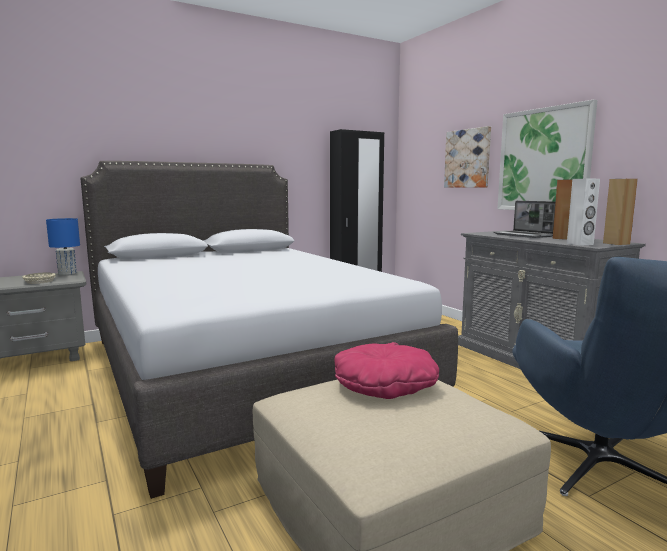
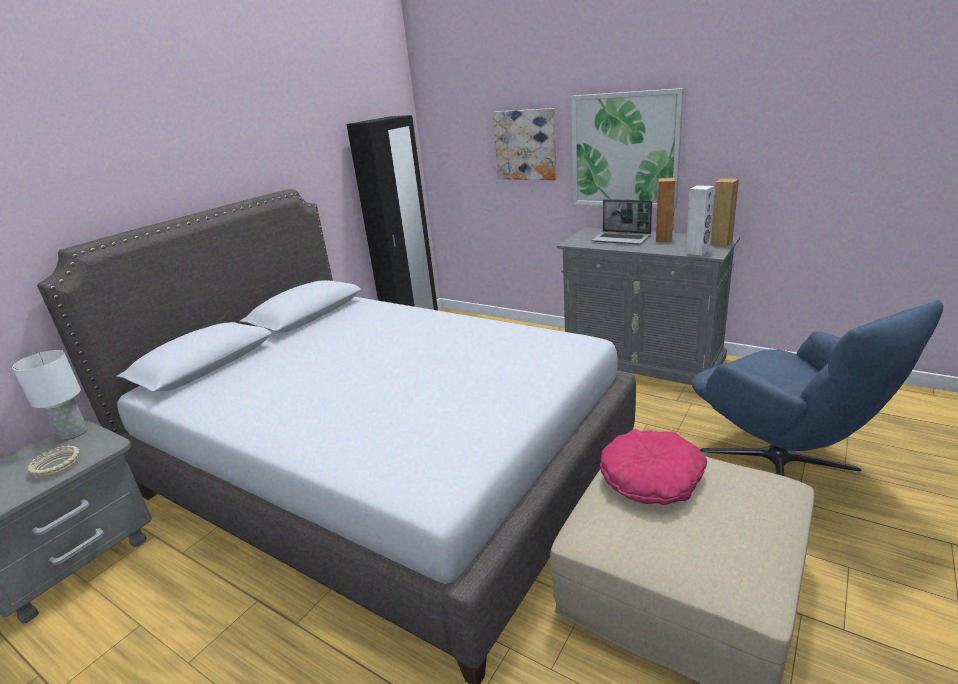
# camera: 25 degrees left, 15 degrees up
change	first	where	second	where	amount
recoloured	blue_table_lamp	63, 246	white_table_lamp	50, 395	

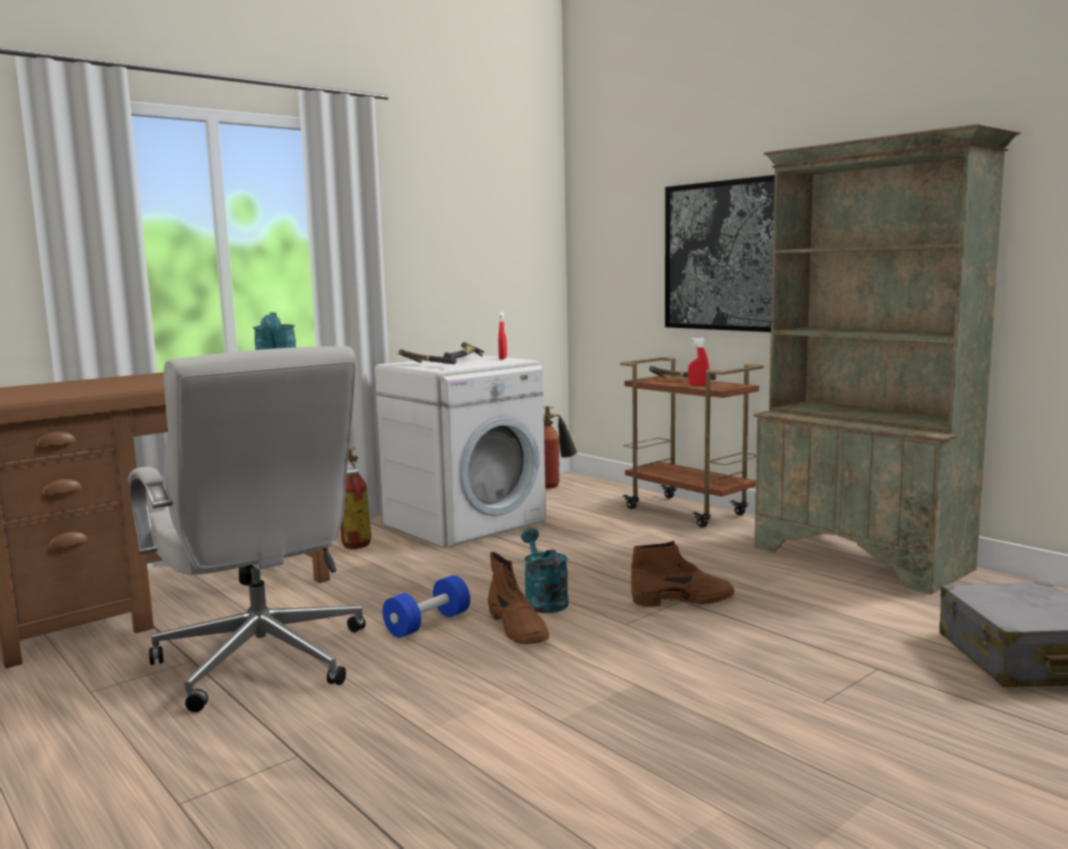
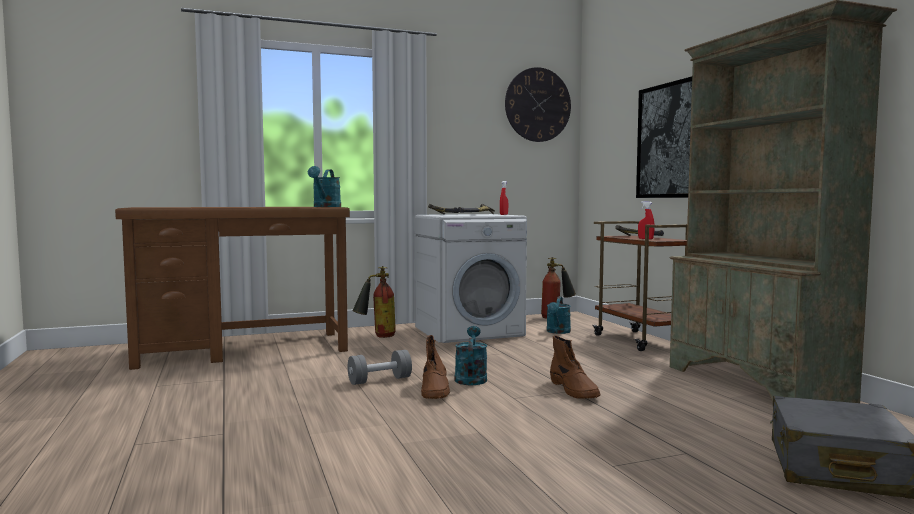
# camera: 20 degrees right, 5 degrees down
change	first	where	second	where	amount
removed	grey_office_chair	247, 529			
recoloured	blue_dumbbell	426, 606	grey_dumbbell	380, 367	
turned	brown_boot	682, 573		575, 367	60 degrees clockwise
added			wall_clock	538, 104	
added			turquoise_watering_can	559, 315	

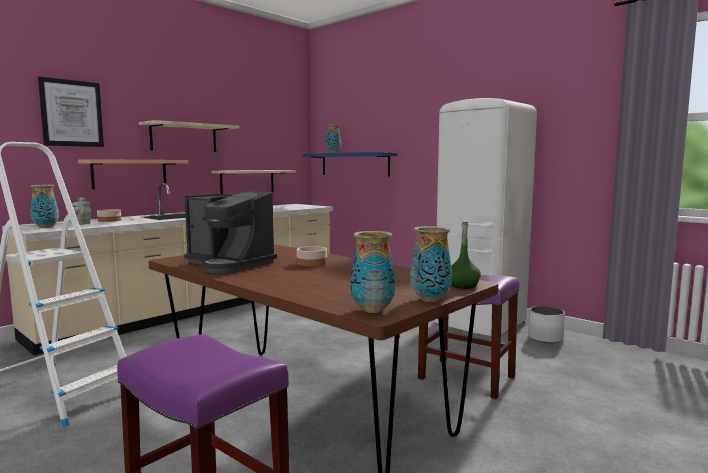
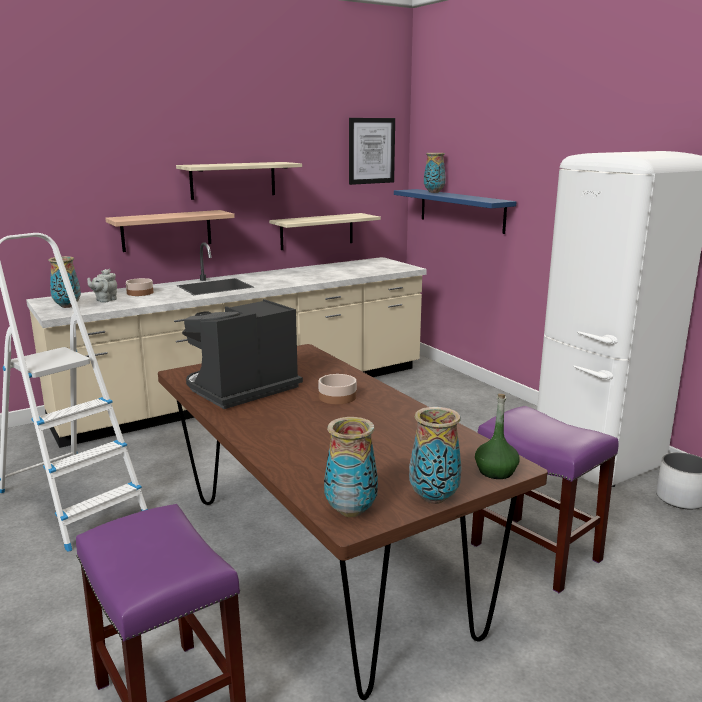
# camera: 15 degrees right, 10 degrees up
change	first	where	second	where	amount
moved	picture	71, 111		372, 151	
turned	coffee_machine	230, 232		242, 354	90 degrees clockwise

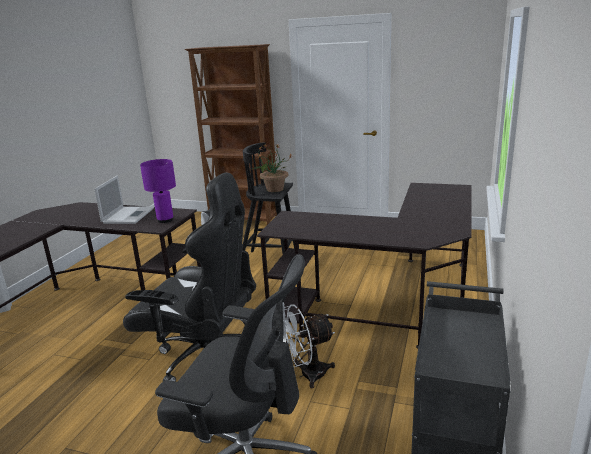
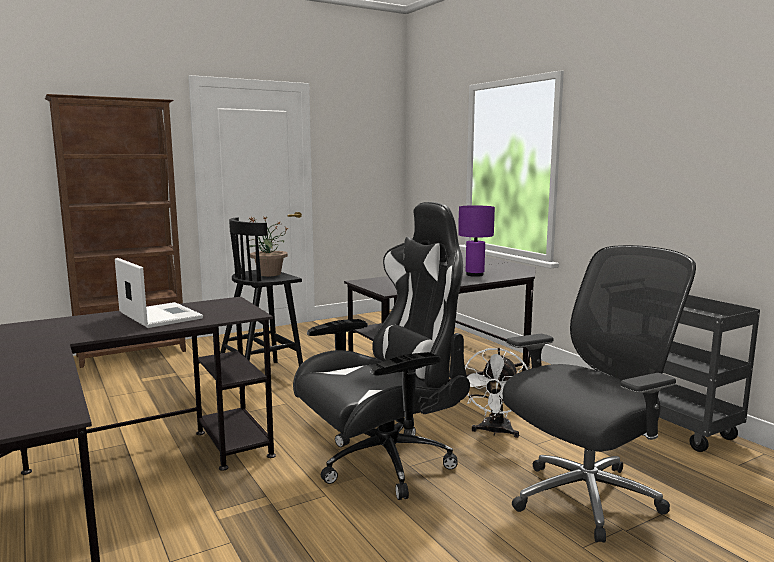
# camera: 50 degrees left, 10 degrees down
change	first	where	second	where	amount
moved	purple_table_lamp	158, 191		476, 241	

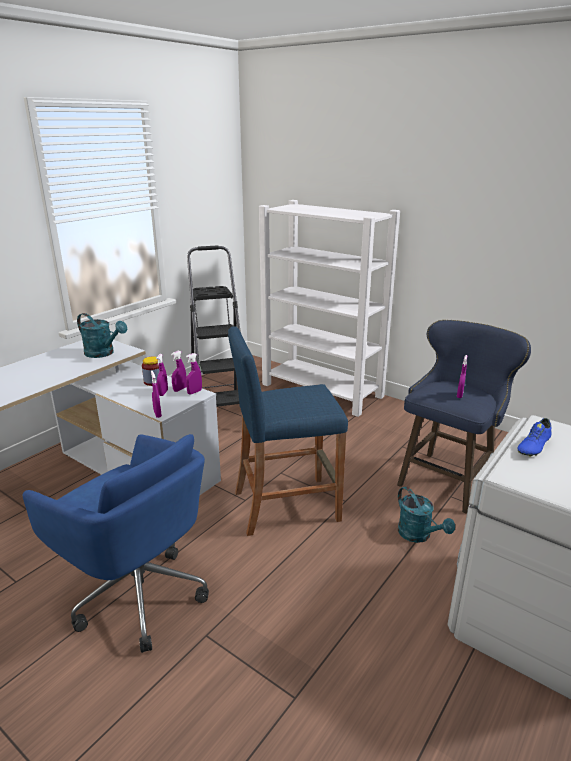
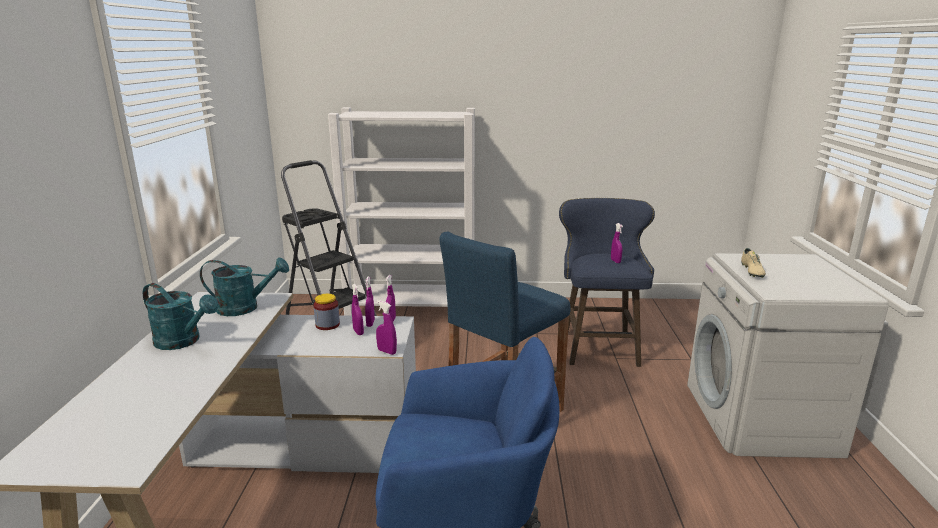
# camera: 35 degrees left, 5 degrees down
change	first	where	second	where	amount
moved	turquoise_watering_can	426, 515		180, 316	
recoloured	blue_shoe	534, 437	beige_shoe	753, 263	

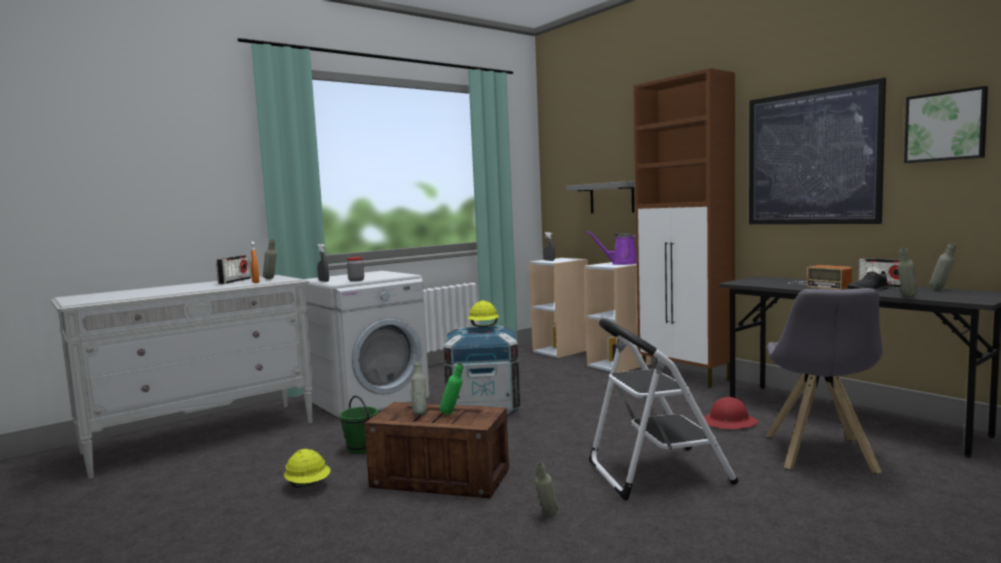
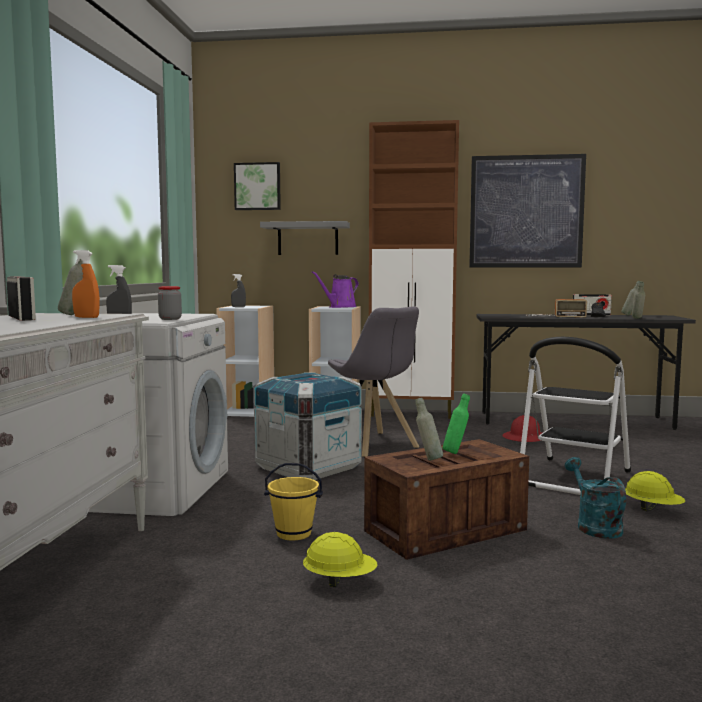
# camera: 45 degrees left, 0 degrees up
change	first	where	second	where	amount
recoloured	green_bucket	358, 424	yellow_bucket	293, 501	
moved	yellow_hard_hat	483, 314		655, 491	
replaced	grey_bottle	546, 488	turquoise_watering_can	595, 498	
moved	grey_chair	824, 381		373, 382	
moved	picture	946, 124		257, 186	

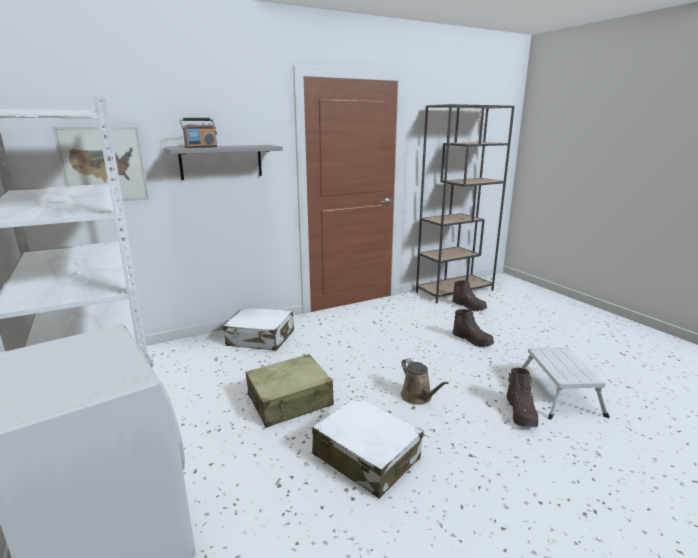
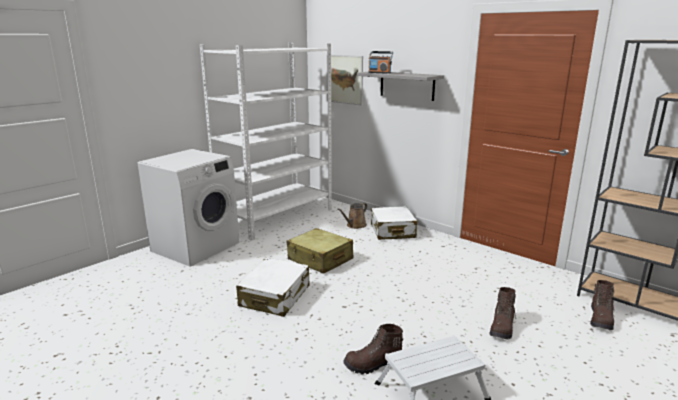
# camera: 70 degrees right, 0 degrees up
change	first	where	second	where	amount
moved	brown_watering_can	425, 381		352, 216	

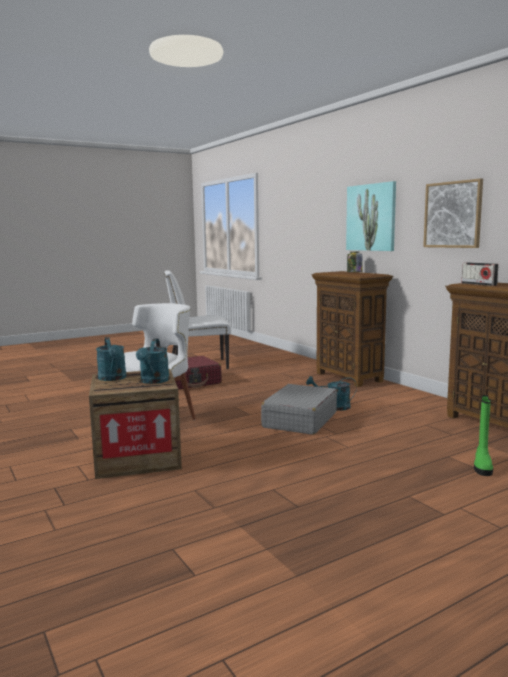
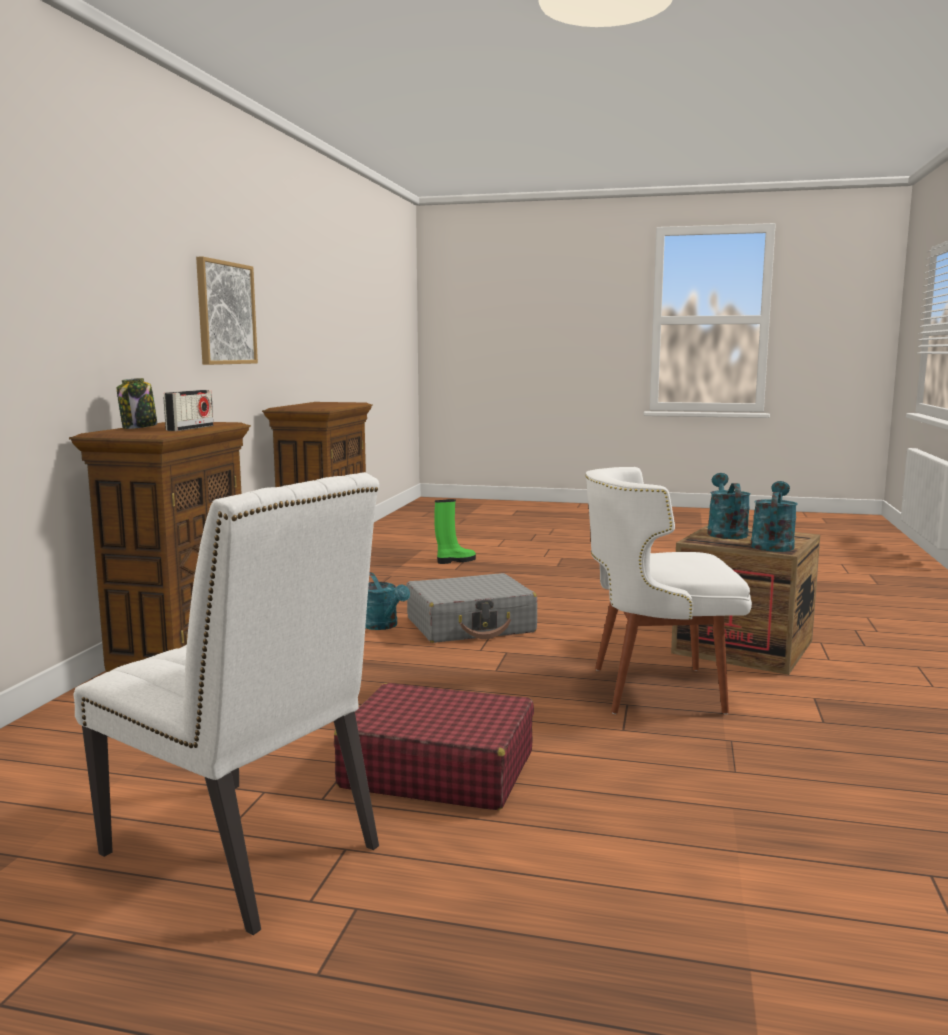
# camera: 135 degrees left, 0 degrees up
change	first	where	second	where	amount
turned	turquoise_watering_can	153, 361		728, 506	45 degrees counterclockwise
removed	picture	371, 216			
moved	radio	480, 274		188, 410	

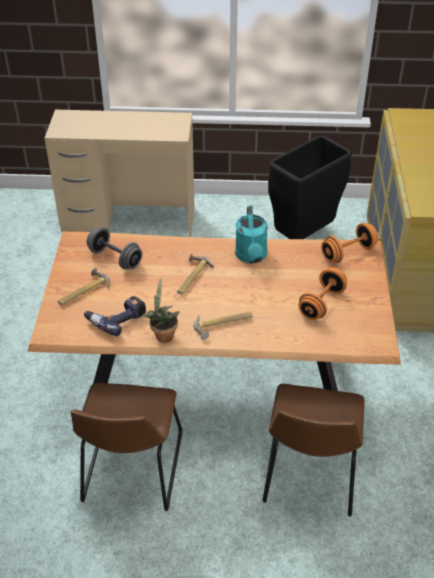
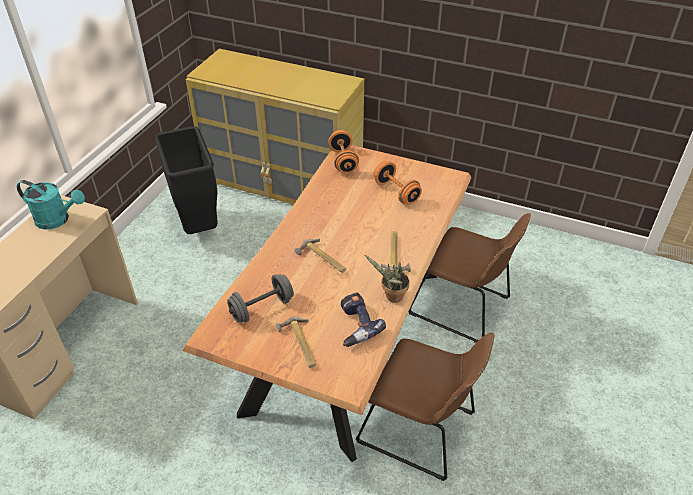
# camera: 70 degrees left, 0 degrees up
change	first	where	second	where	amount
moved	turquoise_watering_can	251, 234		51, 204	

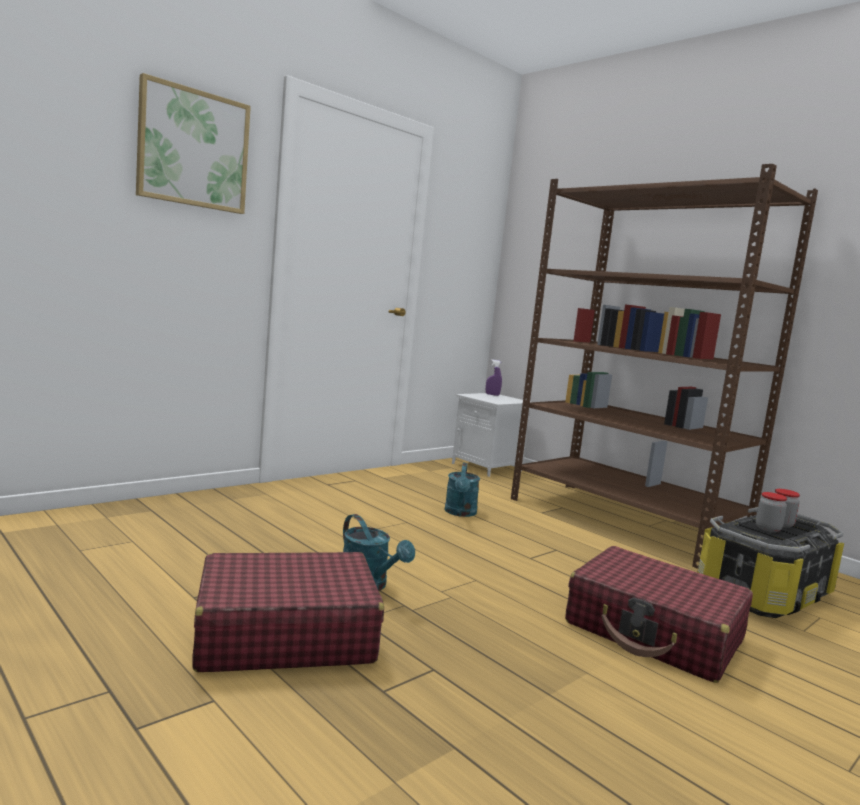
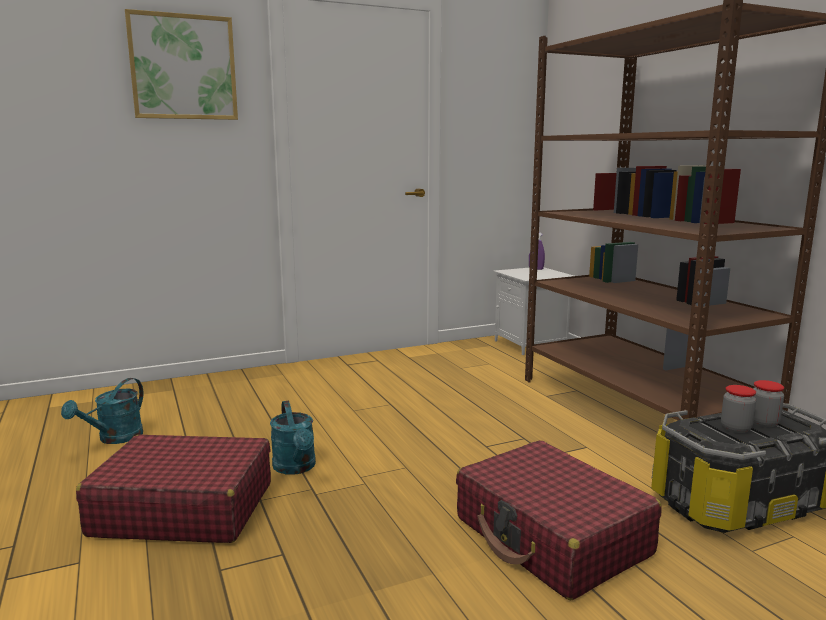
# camera: 20 degrees right, 5 degrees up
change	first	where	second	where	amount
moved	turquoise_watering_can	462, 490		102, 411	

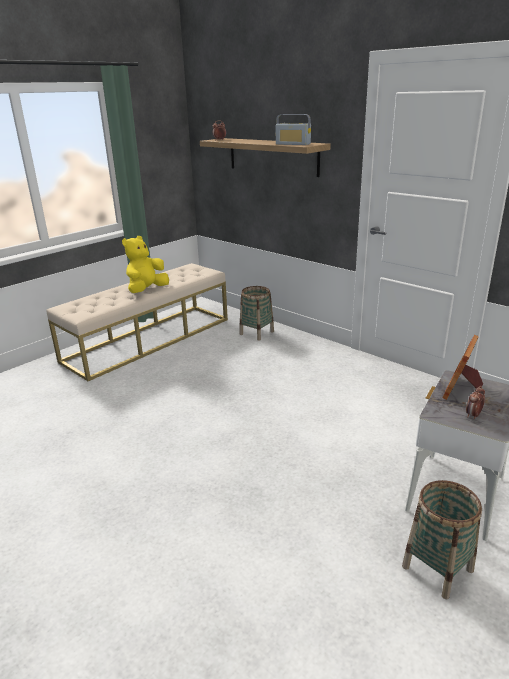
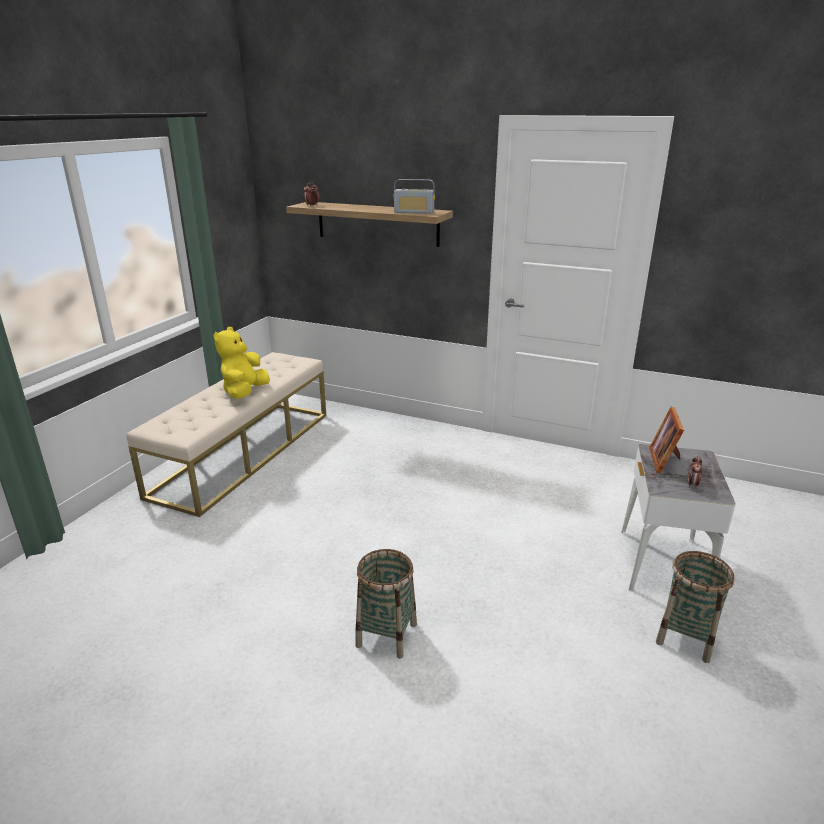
# camera: 20 degrees left, 0 degrees up
change	first	where	second	where	amount
moved	basket	256, 313		386, 604	

